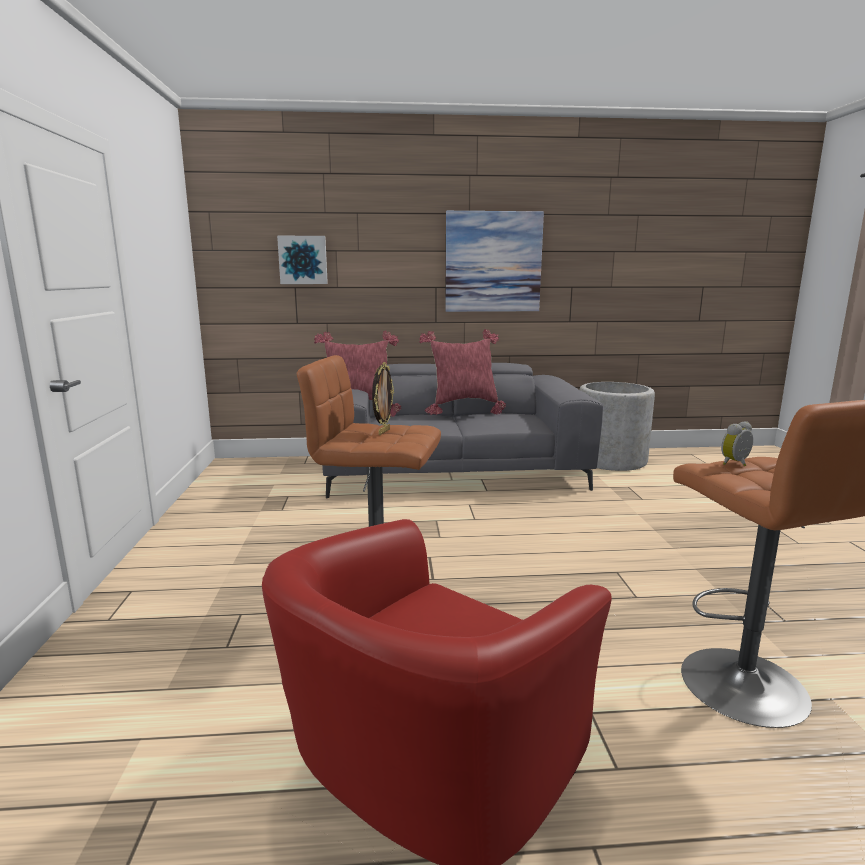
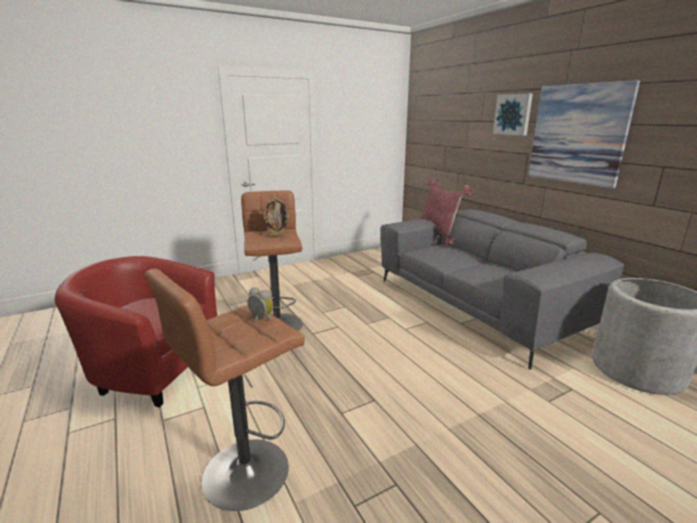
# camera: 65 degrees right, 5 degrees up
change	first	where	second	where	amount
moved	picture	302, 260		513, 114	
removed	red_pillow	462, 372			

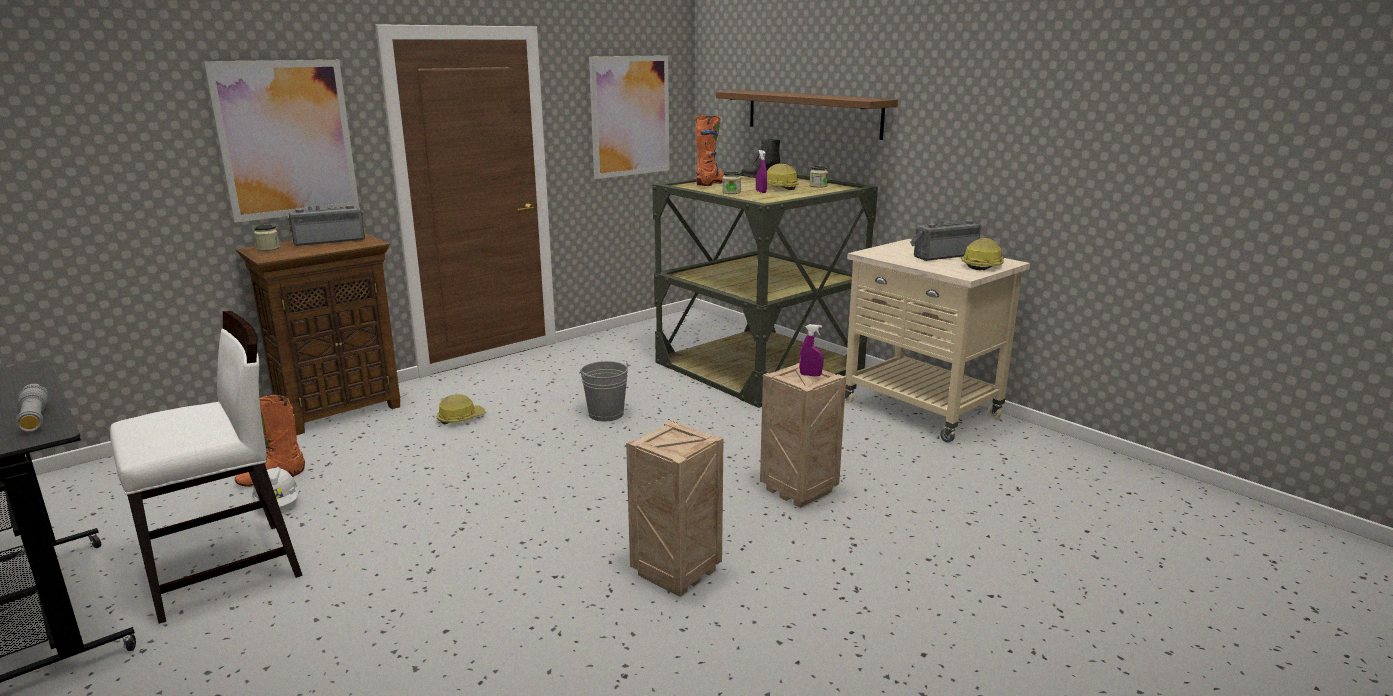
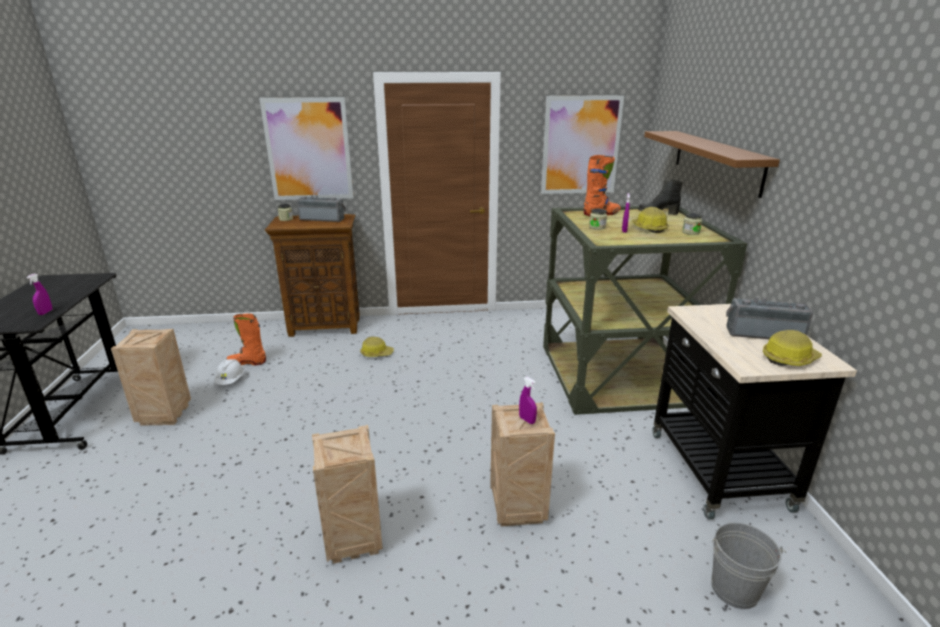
# camera: 35 degrees right, 5 degrees up
change	first	where	second	where	amount
replaced	grey_flashlight	32, 408	purple_spray_bottle	39, 294	
replaced	white_chair	206, 467	crate	151, 377	
moved	grey_bucket	605, 391		749, 565	
recoloured	beige_cart	937, 340	black_cart	754, 411	

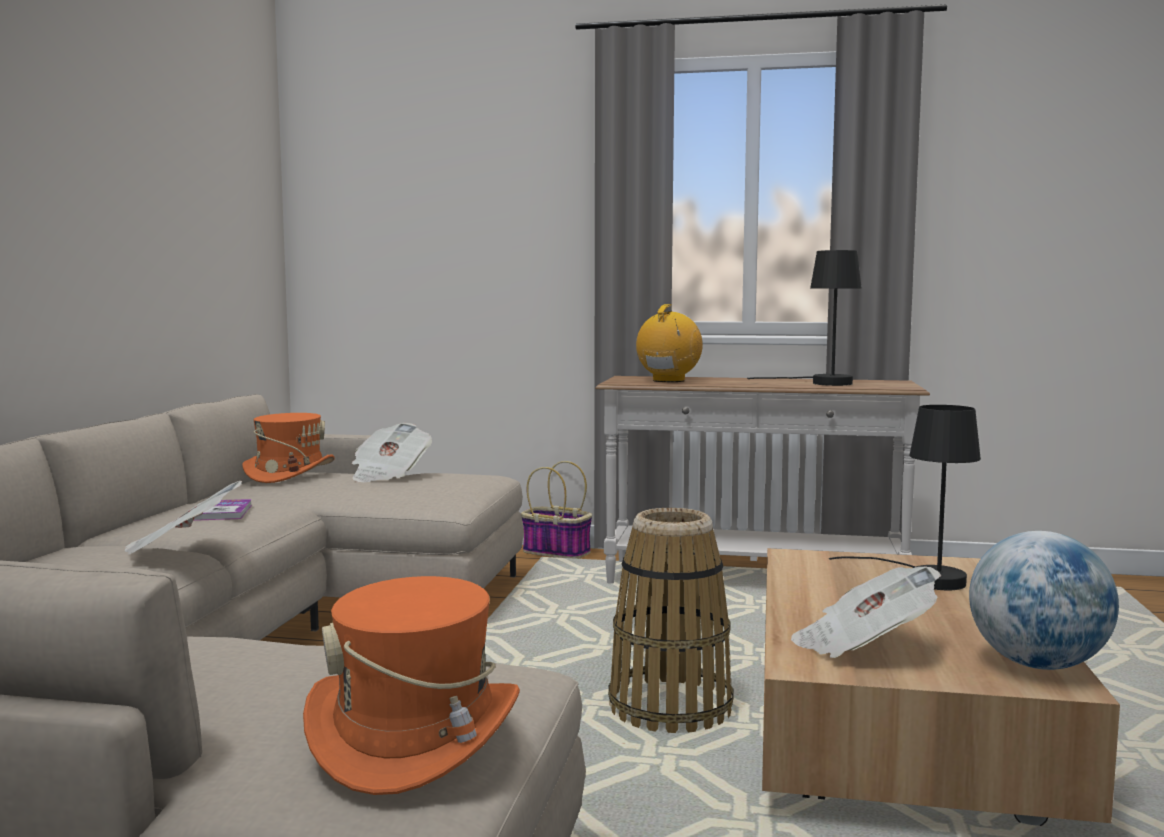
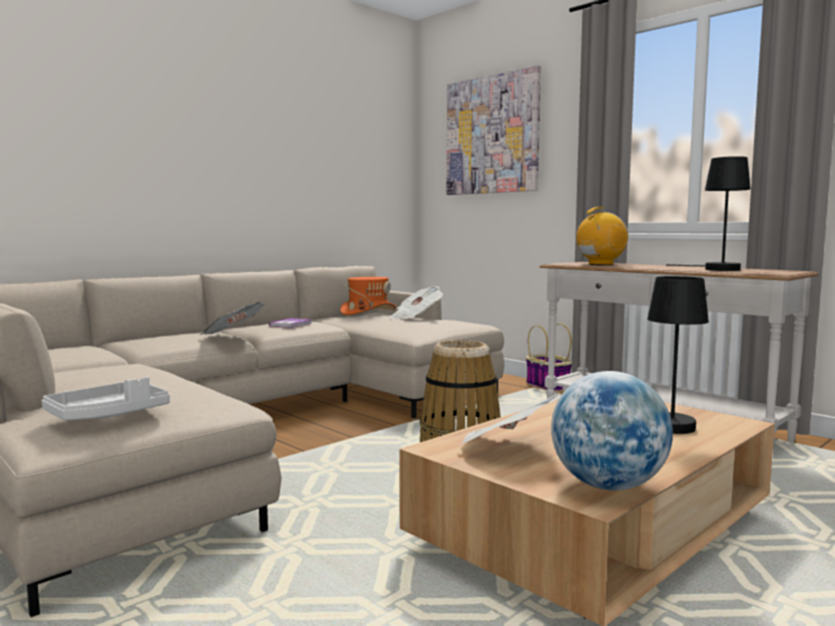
# camera: 35 degrees right, 0 degrees up
change	first	where	second	where	amount
replaced	orange_hat	411, 685	grey_tray	105, 398	
added			picture	494, 130	

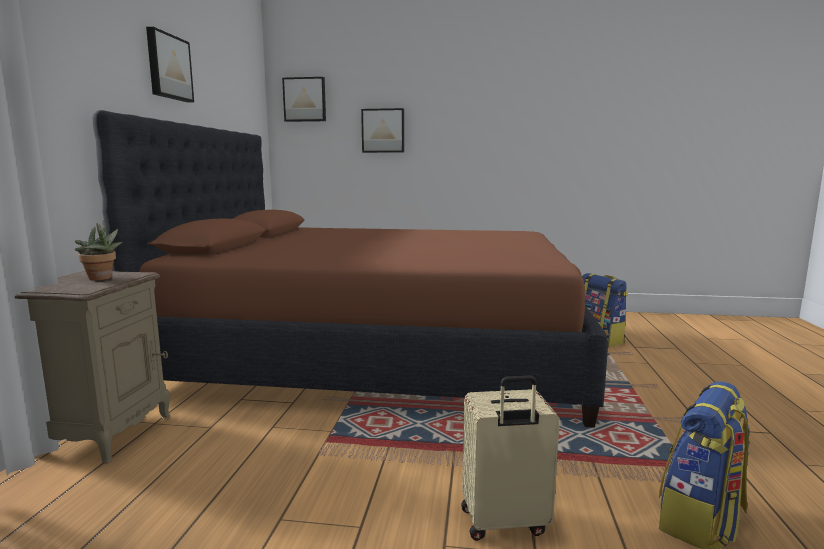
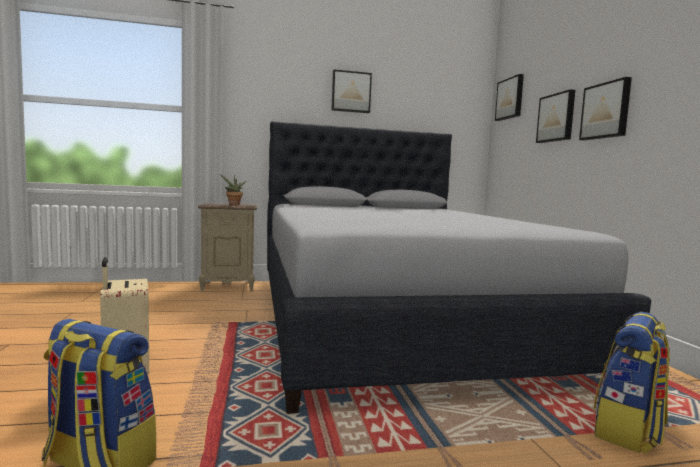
# camera: 70 degrees right, 5 degrees down
change	first	where	second	where	amount
recoloured	brown_bed	350, 268	grey_bed	459, 267	
added			picture	605, 109	

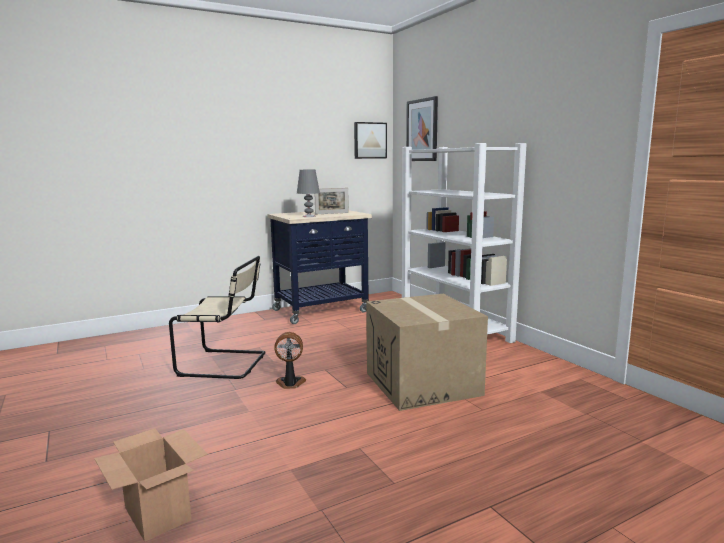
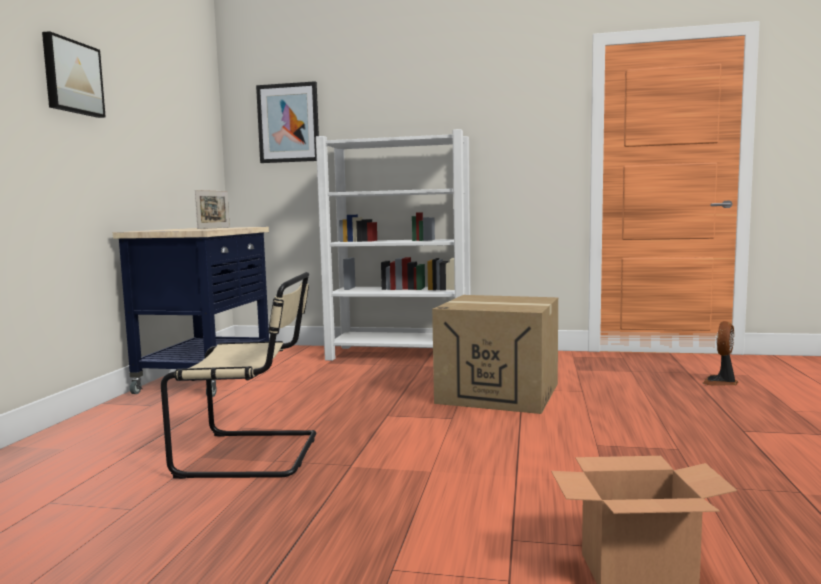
# camera: 50 degrees left, 5 degrees down
change	first	where	second	where	amount
turned	beige_chair	217, 317		238, 375	45 degrees clockwise
moved	fan	290, 360		720, 353	
removed	grey_table_lamp	308, 193			
moved	picture	370, 140		74, 74	

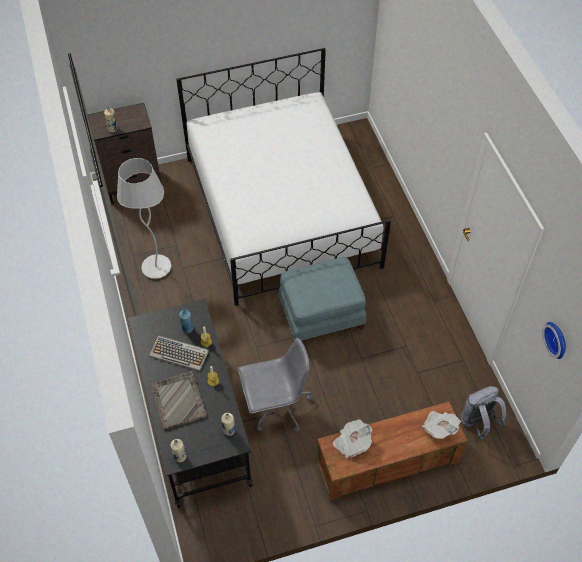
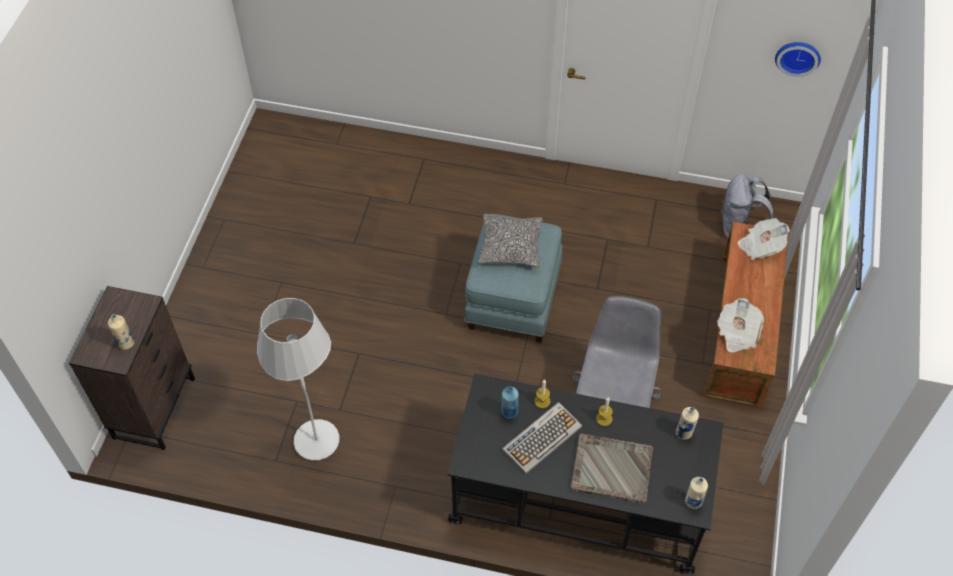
# camera: 60 degrees left, 0 degrees up
change	first	where	second	where	amount
removed	white_bed	283, 177			
added			pillow	511, 241	

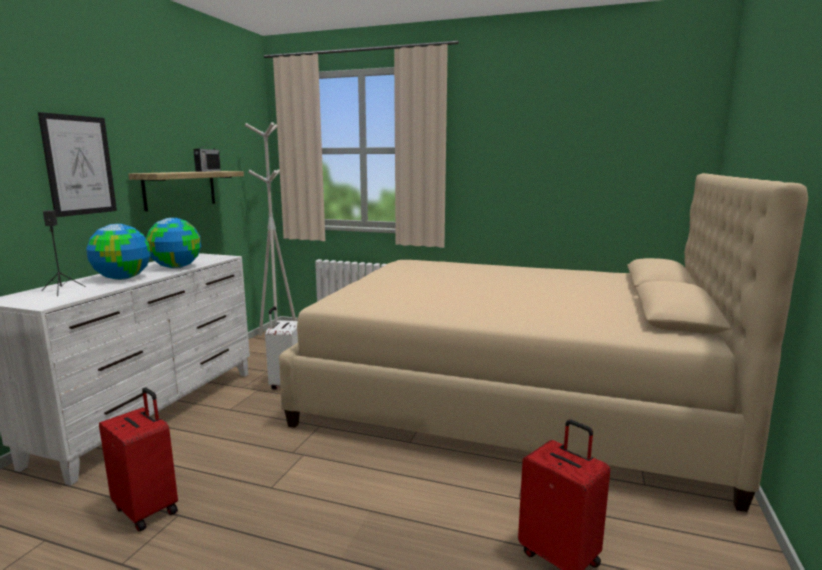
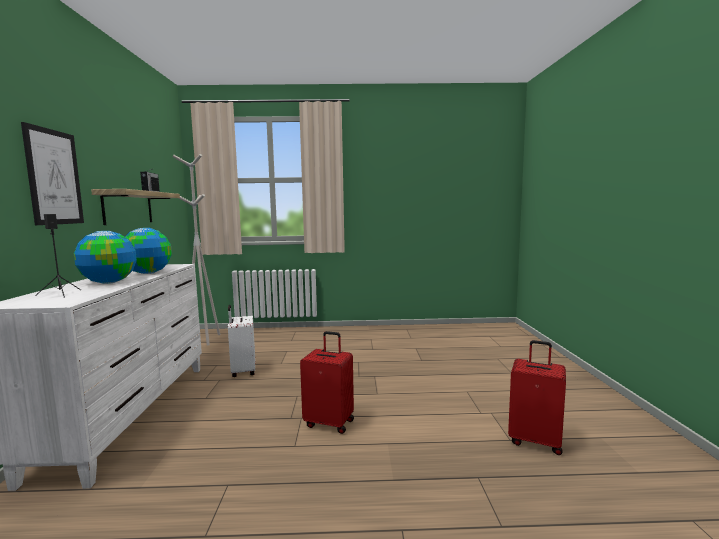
# camera: 20 degrees left, 5 degrees down
change	first	where	second	where	amount
moved	red_suitcase	138, 459		327, 382	
removed	beige_bed	543, 342			

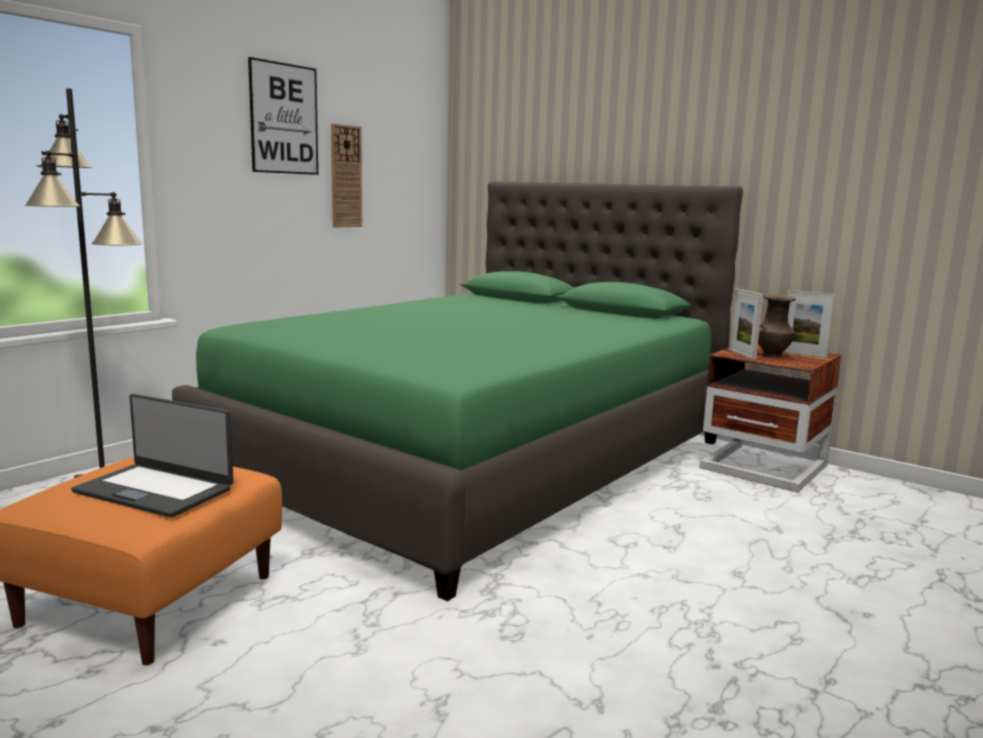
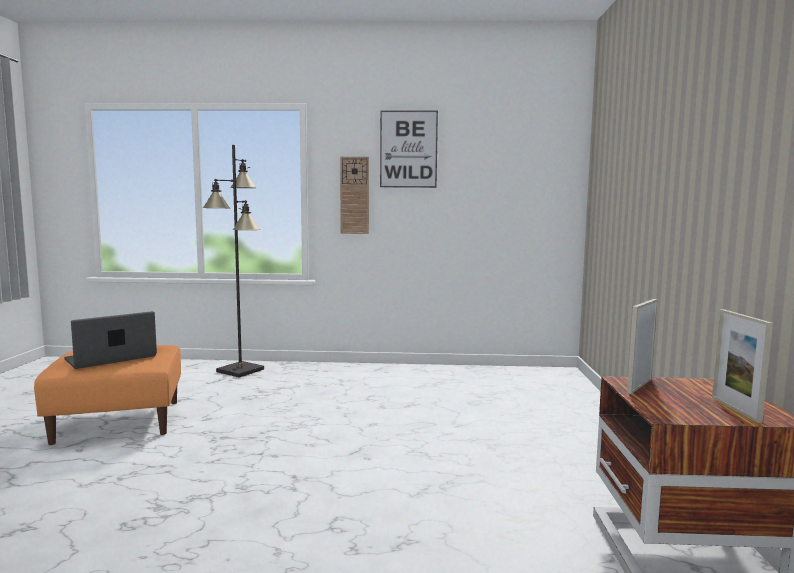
# camera: 55 degrees right, 5 degrees down
change	first	where	second	where	amount
turned	laptop	152, 455		110, 340	60 degrees clockwise
removed	green_bed	457, 391			
moved	wall_clock	346, 175		354, 195	
removed	brown_vase	777, 326			

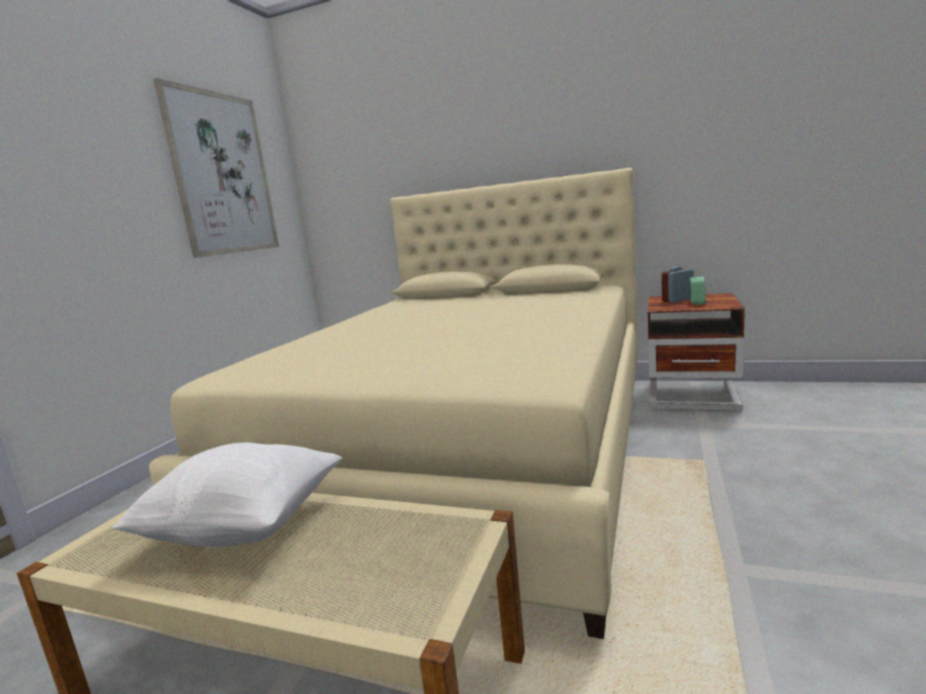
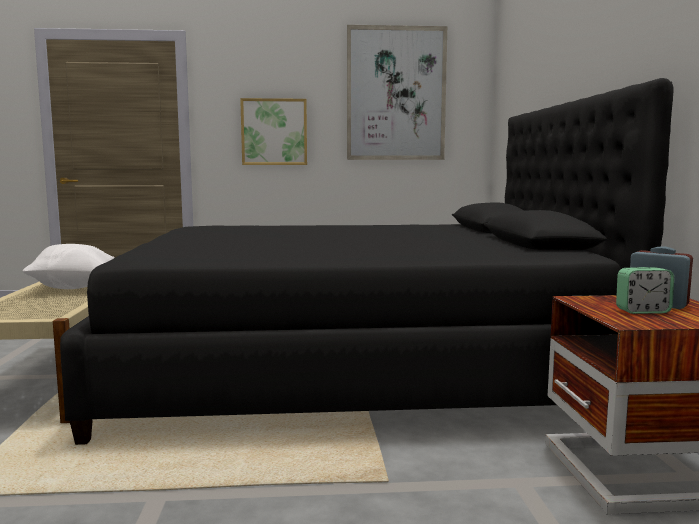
# camera: 65 degrees right, 5 degrees down
change	first	where	second	where	amount
recoloured	beige_bed	393, 403	black_bed	367, 261	
added			picture	273, 131	

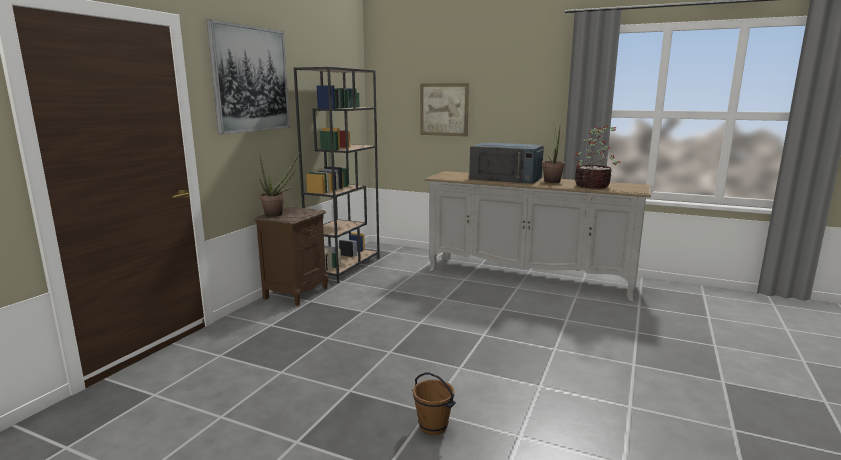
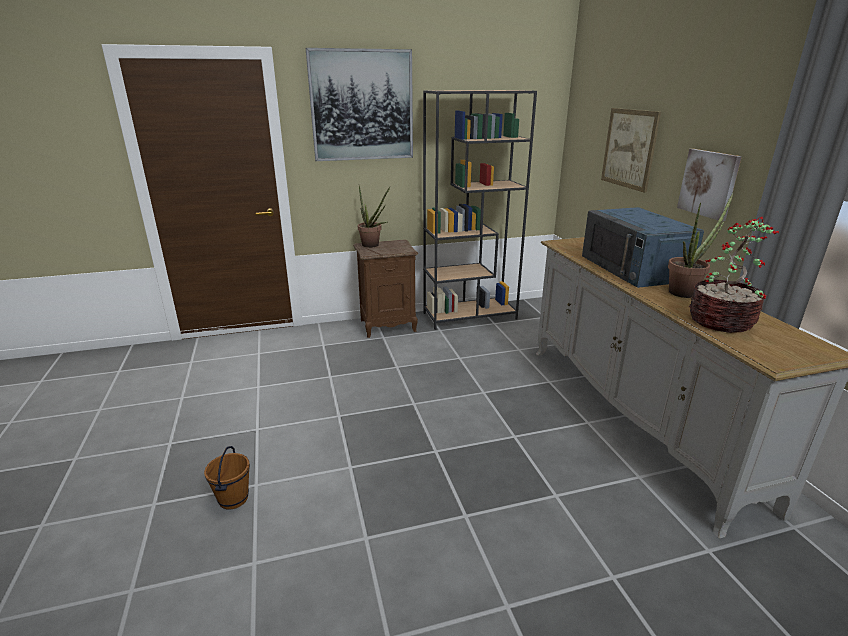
# camera: 50 degrees right, 10 degrees up
change	first	where	second	where	amount
added			picture	709, 185	

